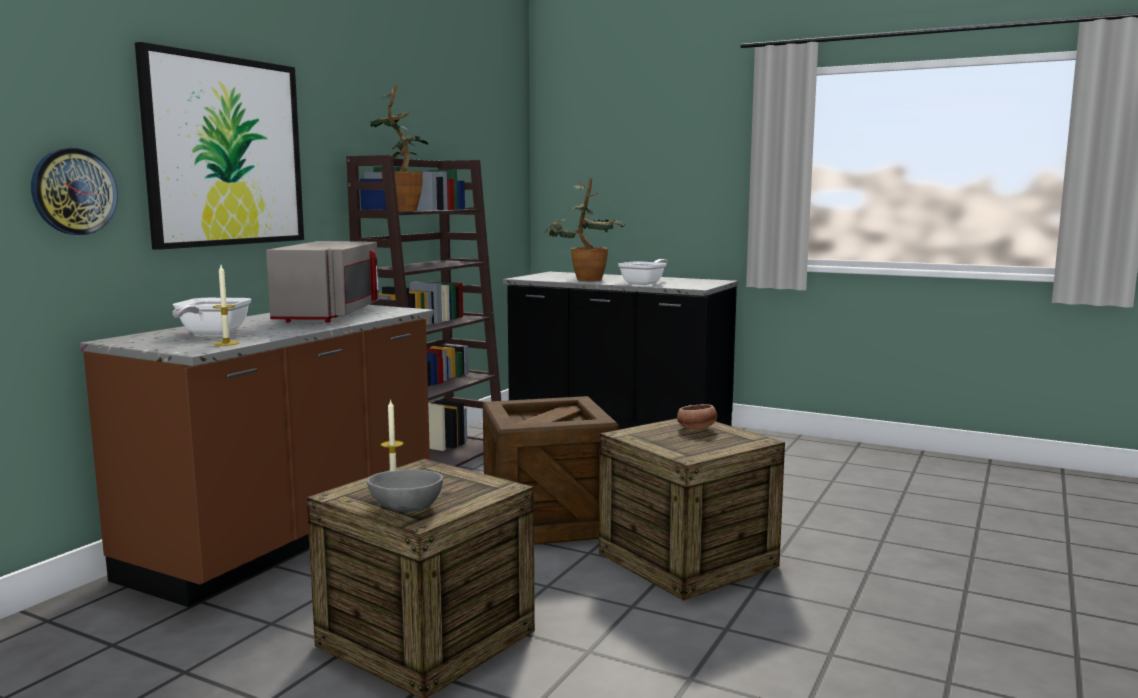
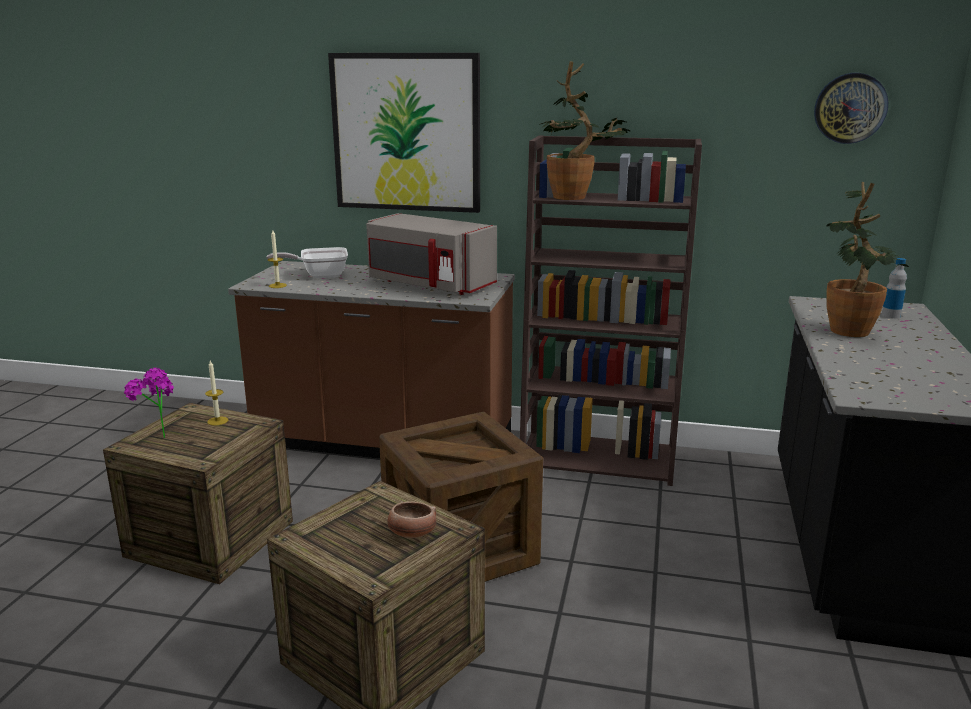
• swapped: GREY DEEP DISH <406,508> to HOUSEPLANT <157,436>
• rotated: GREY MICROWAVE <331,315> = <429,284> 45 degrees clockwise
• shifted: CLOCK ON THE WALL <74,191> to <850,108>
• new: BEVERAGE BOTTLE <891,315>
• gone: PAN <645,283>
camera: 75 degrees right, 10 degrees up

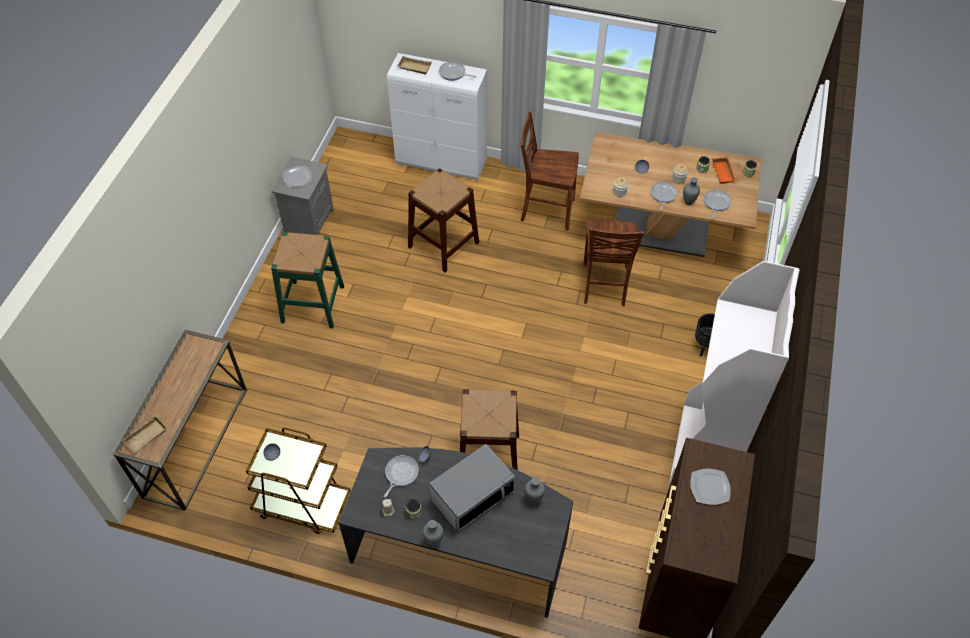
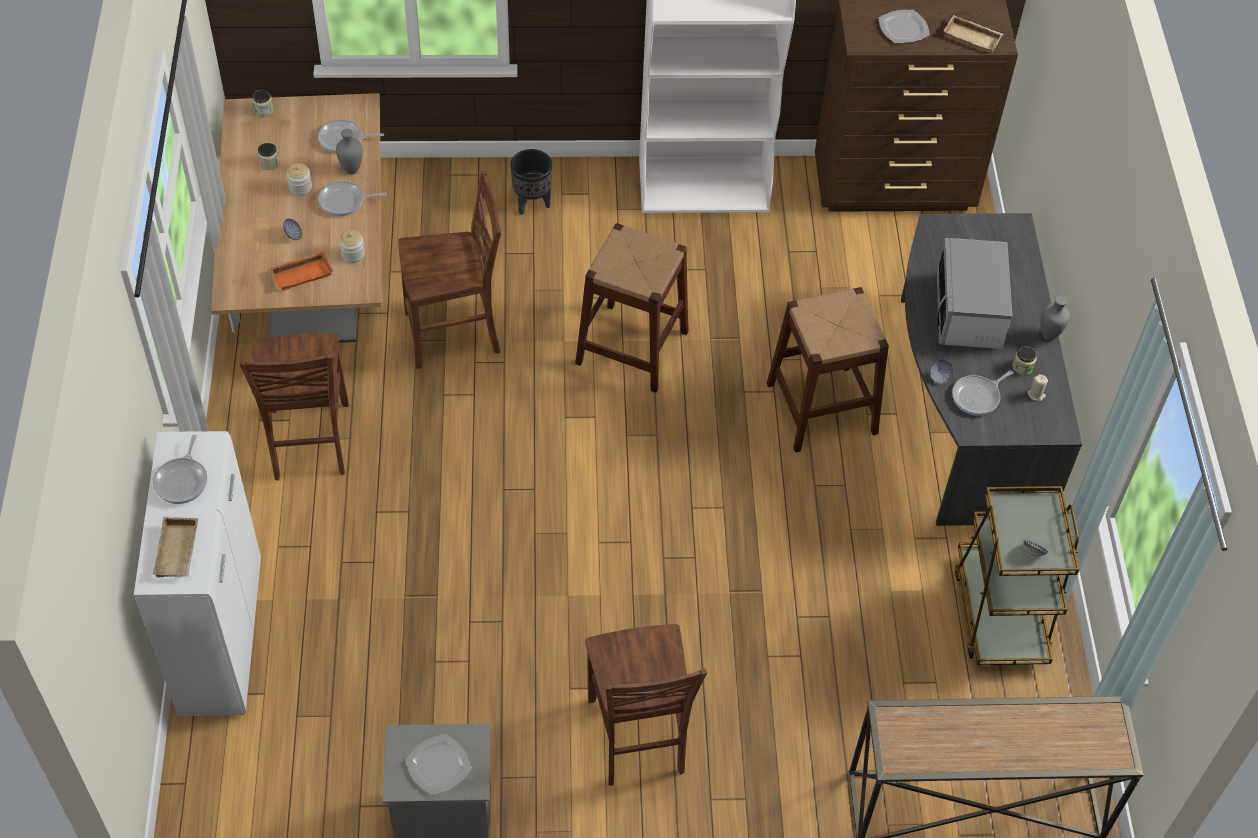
• shifted: ORANGEY SERVING TRAY <724,172> to <302,273>
• shifted: BROWNISH STOOL <443,244> to <632,347>
• swapped: GREENISH STOOL <312,304> to BROWNISH UPRIGHT CHAIR <637,737>
• rotated: MICROWAVE <472,497> = <969,312> 120 degrees counterclockwise
• shifted: SAND-COLOURED SERVING TRAY <146,437> to <973,37>
• rotated: PAN <400,474> = <978,397> 45 degrees counterclockwise
• gone: GREY DECORATIVE VASE <533,498>
camera: 110 degrees left, 0 degrees up

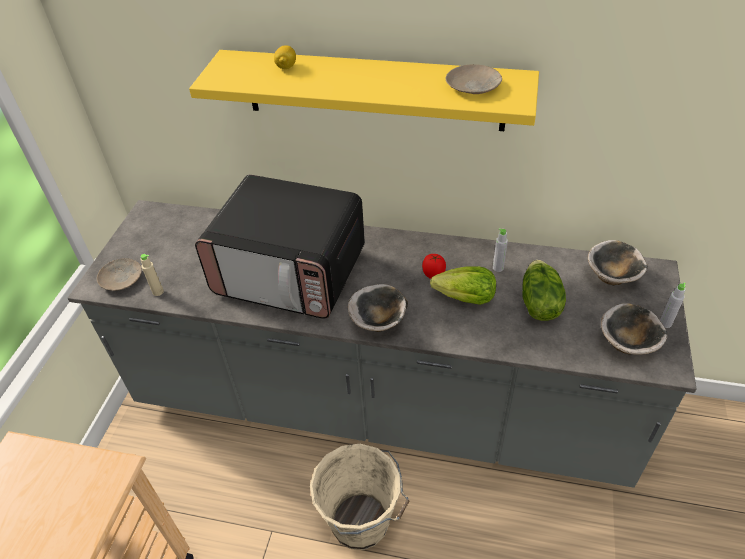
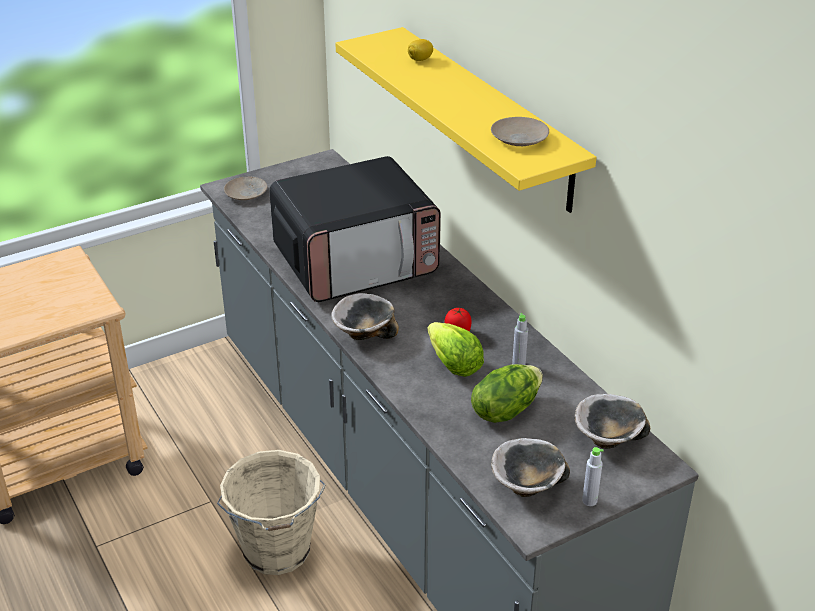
• rotated: MICROWAVE <291,273> = <357,262> 90 degrees counterclockwise
• gone: SAND-COLOURED BEVERAGE BOTTLE <158,292>
camera: 45 degrees right, 10 degrees down

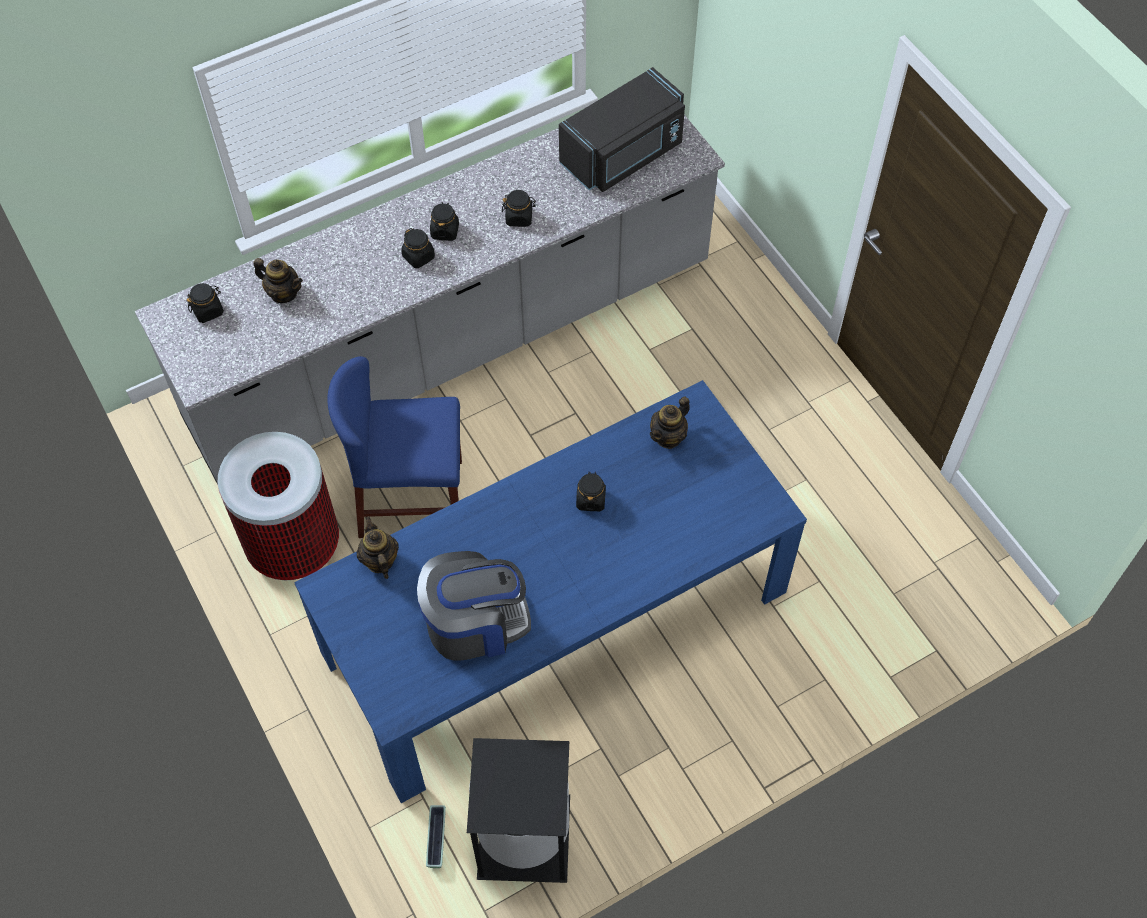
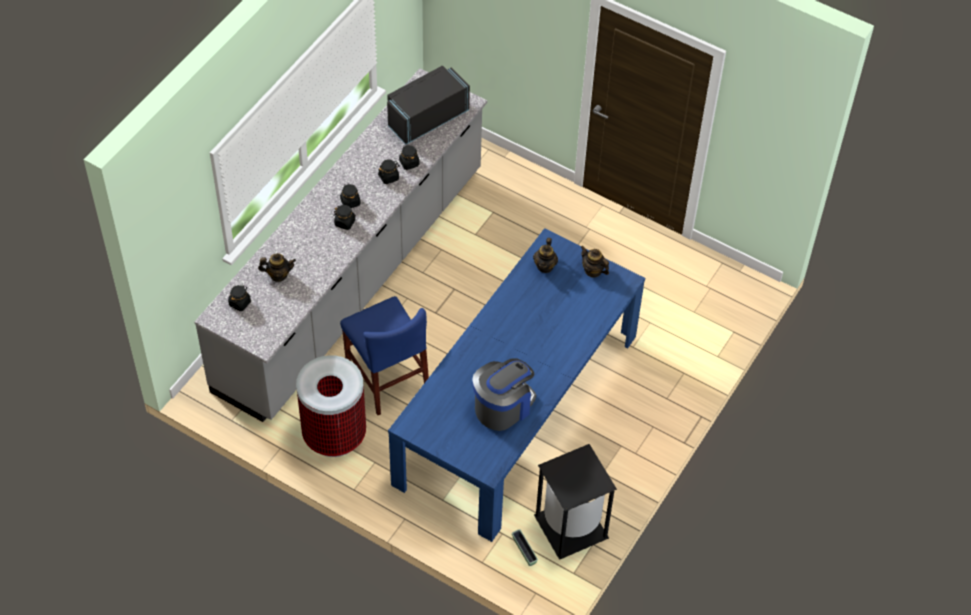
• rotated: BLUISH UPRIGHT CHAIR <411,497> = <387,378> 90 degrees counterclockwise
• rotated: BLACK-COLOURED MICROWAVE <624,154> = <426,117> 150 degrees counterclockwise
• shifted: BLACK-COLOURED STORAGE JAR <590,499> to <409,163>
• shifted: TEA POT <379,561> to <593,271>
camera: 30 degrees left, 5 degrees down

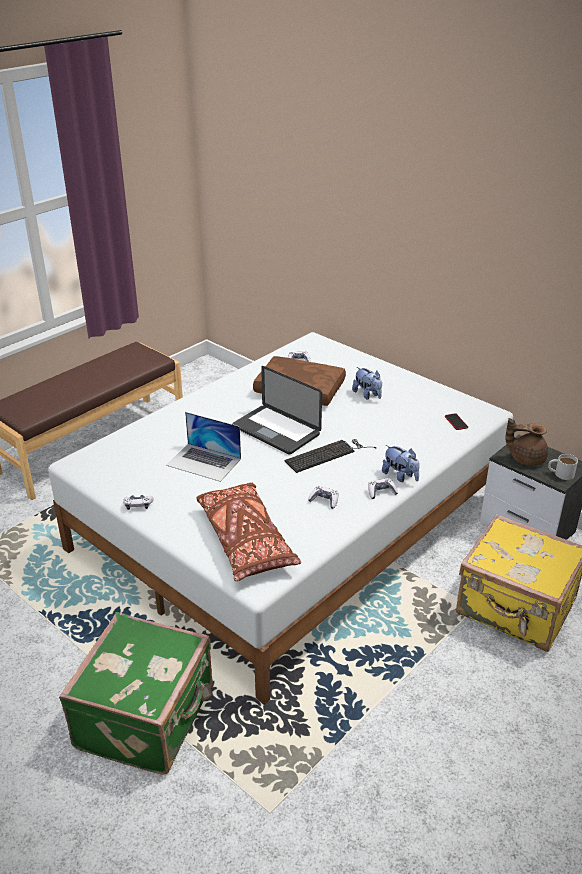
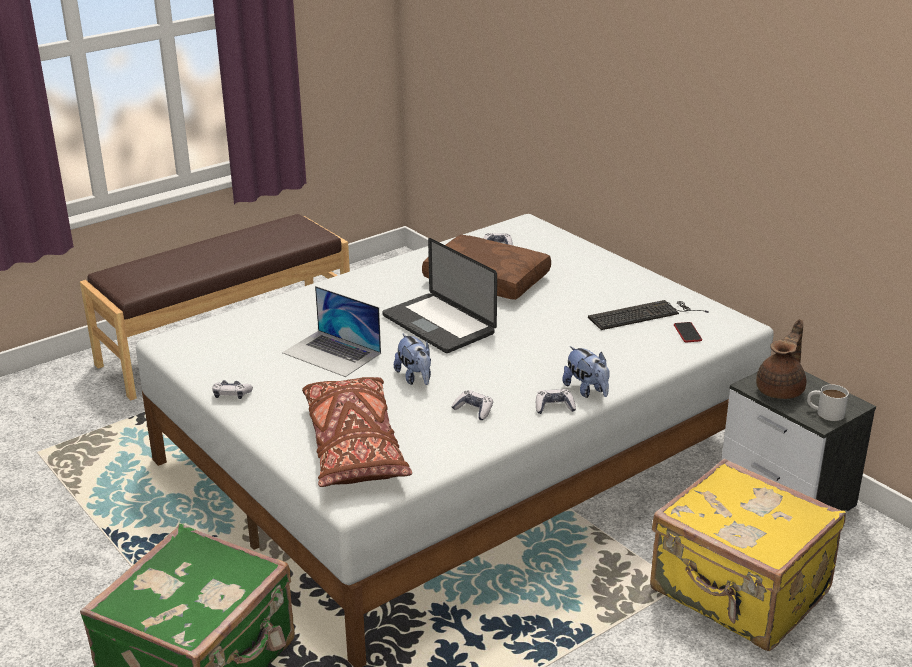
• shifted: SOFT TOY <367,395> to <415,378>
• shifted: COMPUTER KEYBOARD <328,454> to <644,315>
• rotated: BROWNISH TEA POT <526,458> = <781,390> 105 degrees clockwise
camera: 10 degrees right, 5 degrees down

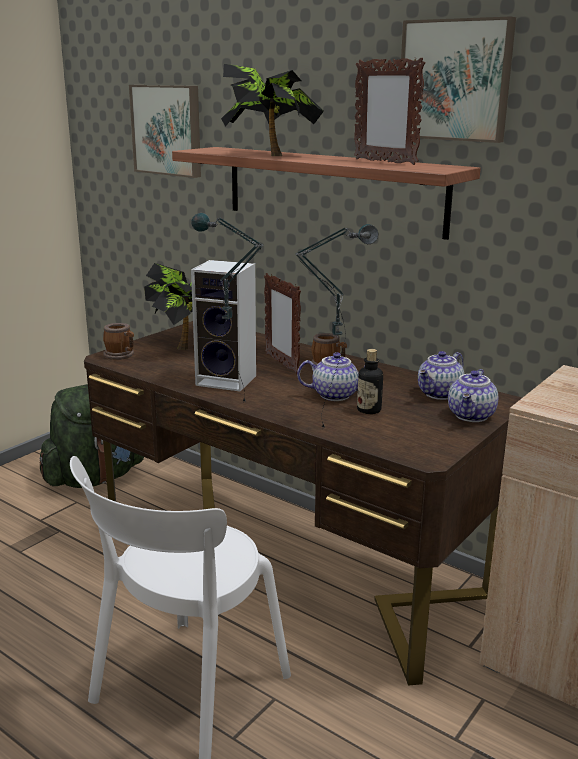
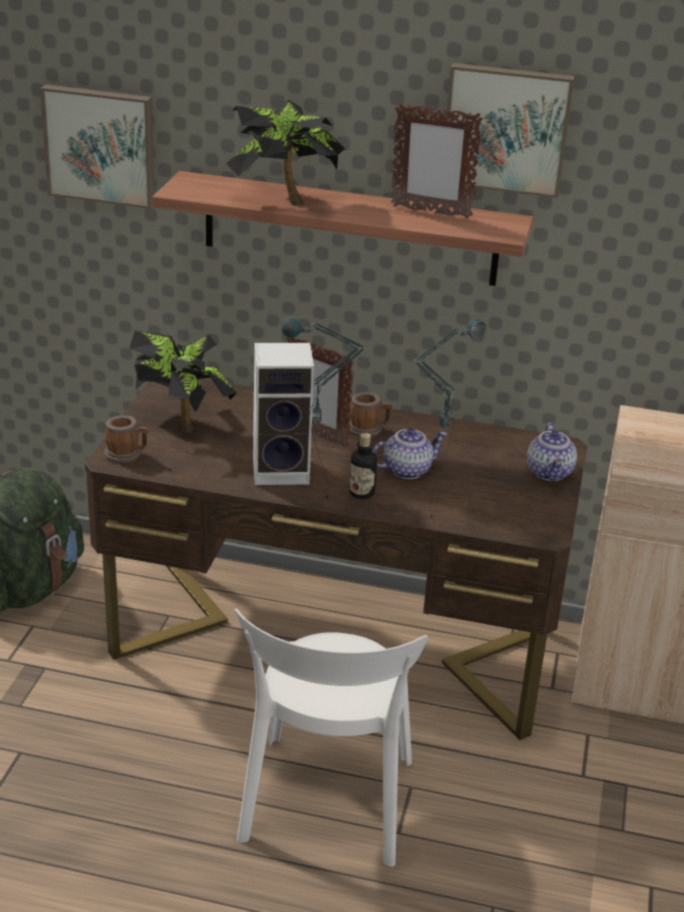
• shifted: BEVERAGE BOTTLE <369,410> to <361,493>
• gone: TEA POT <440,394>
camera: 25 degrees left, 10 degrees up

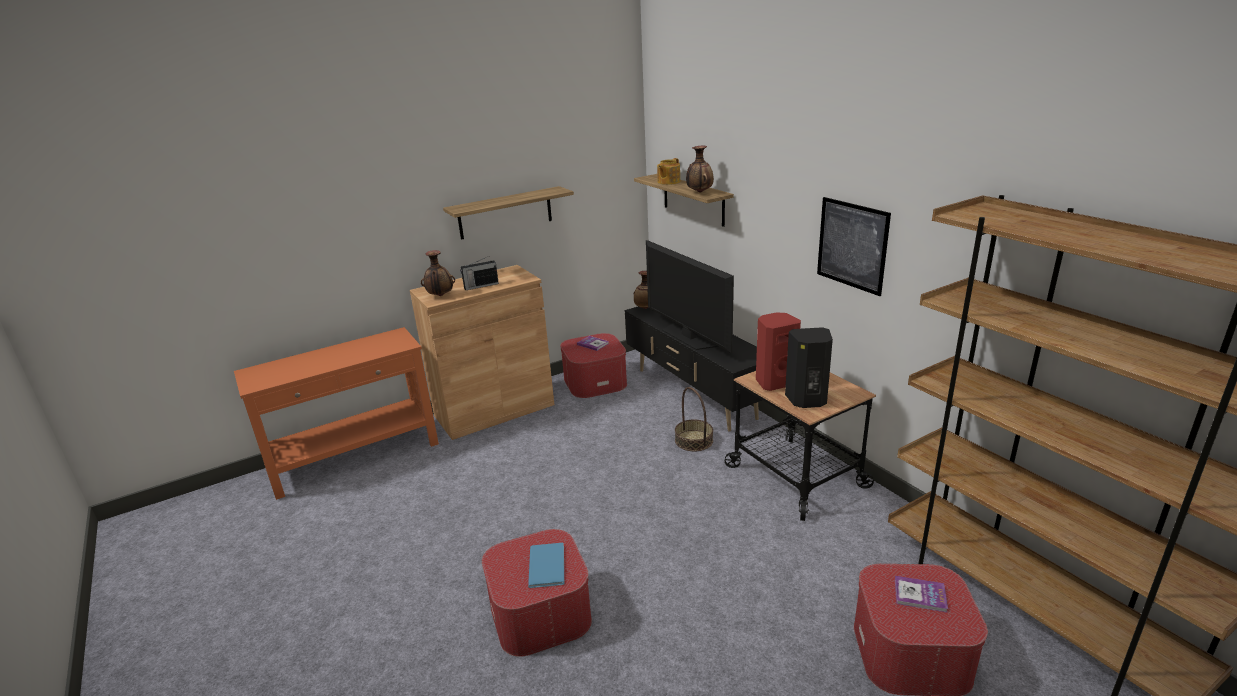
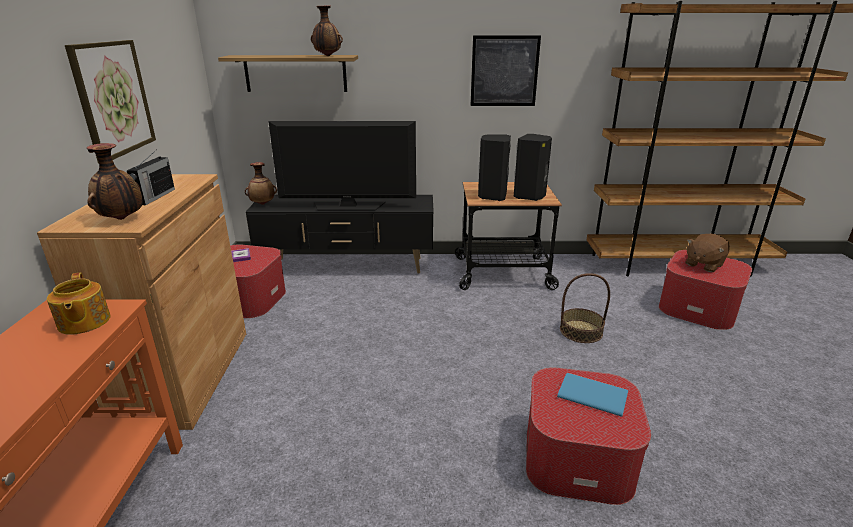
• shifted: TEA POT <668,182> to <83,322>
• swapped: WALL SHELF <505,213> to WALL ART <113,99>
• repainted: RED-COLOURED SPEAKER <774,382> to BLACK-COLOURED SPEAKER <492,196>
• shifted: STORAGE BASKET <694,440> to <581,331>
• swapped: VOLUME <920,595> to BROWNISH SOFT TOY <703,264>
camera: 60 degrees left, 0 degrees up

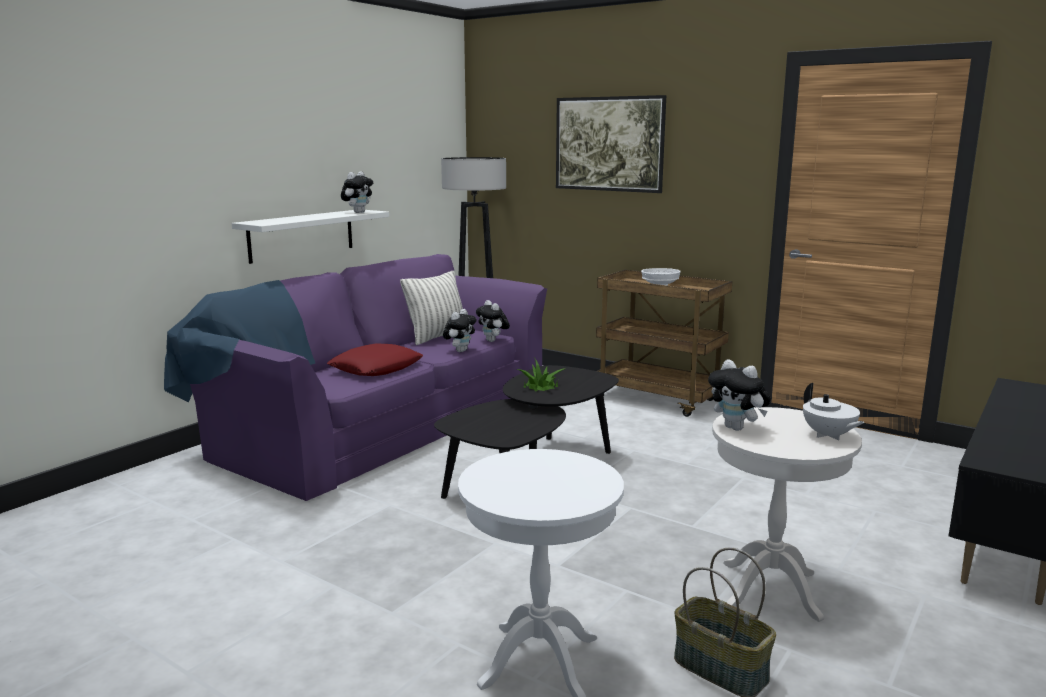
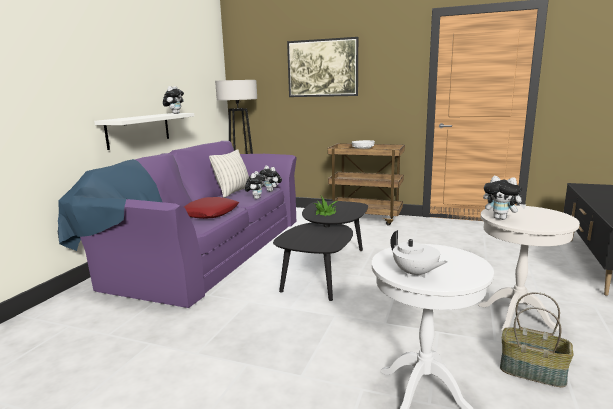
• shifted: WHITE TEA POT <828,435> to <415,274>
camera: 15 degrees left, 0 degrees up

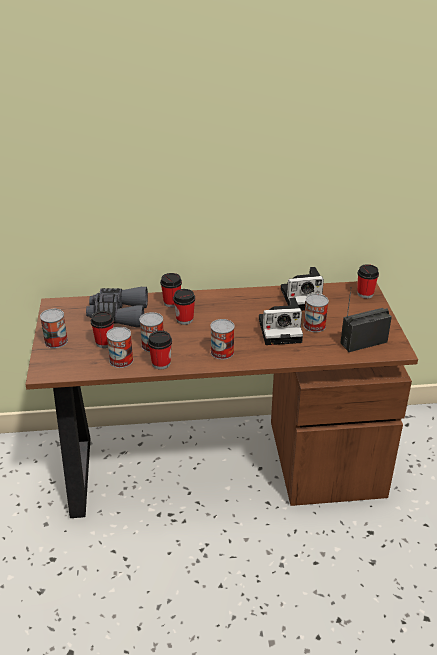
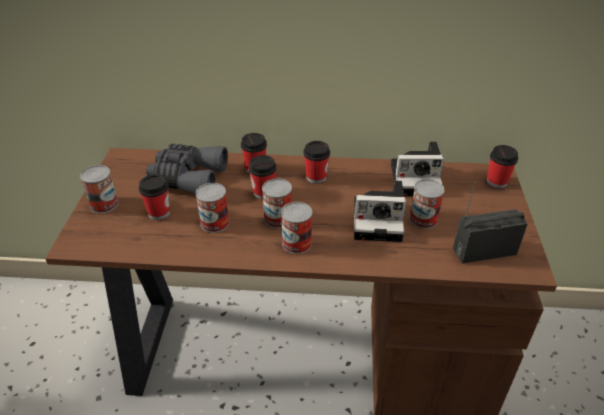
• shifted: METAL CAN <121,360> to <278,218>
• shifted: DRINKING CUP <161,363> to <316,177>
camera: 10 degrees right, 5 degrees up

